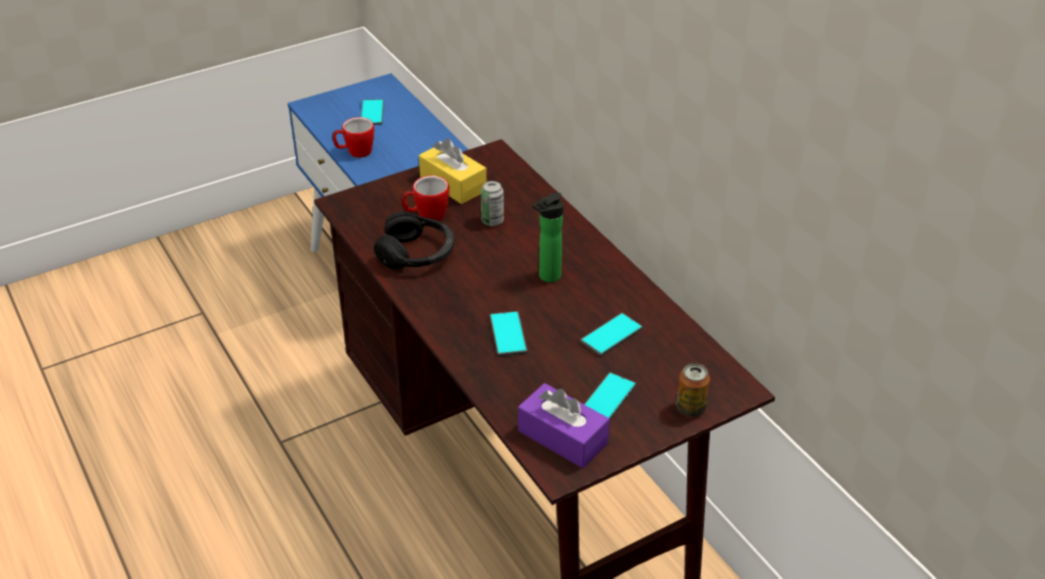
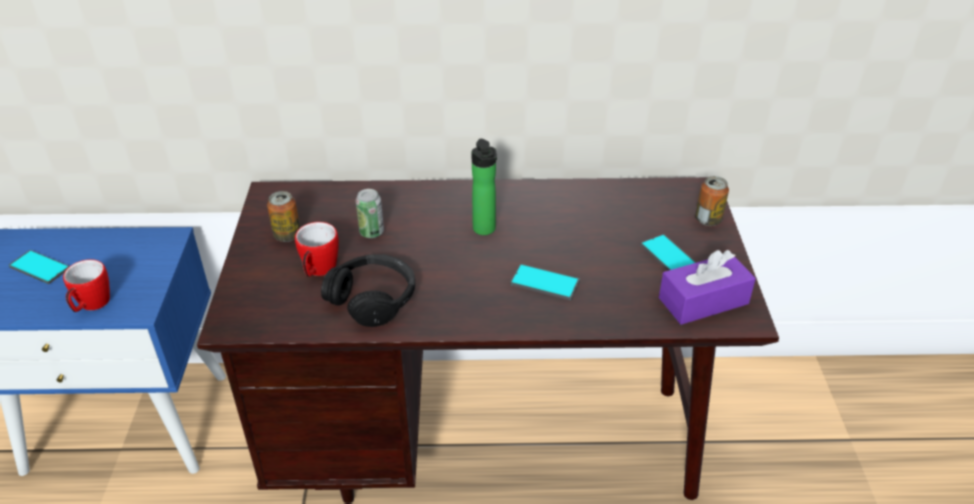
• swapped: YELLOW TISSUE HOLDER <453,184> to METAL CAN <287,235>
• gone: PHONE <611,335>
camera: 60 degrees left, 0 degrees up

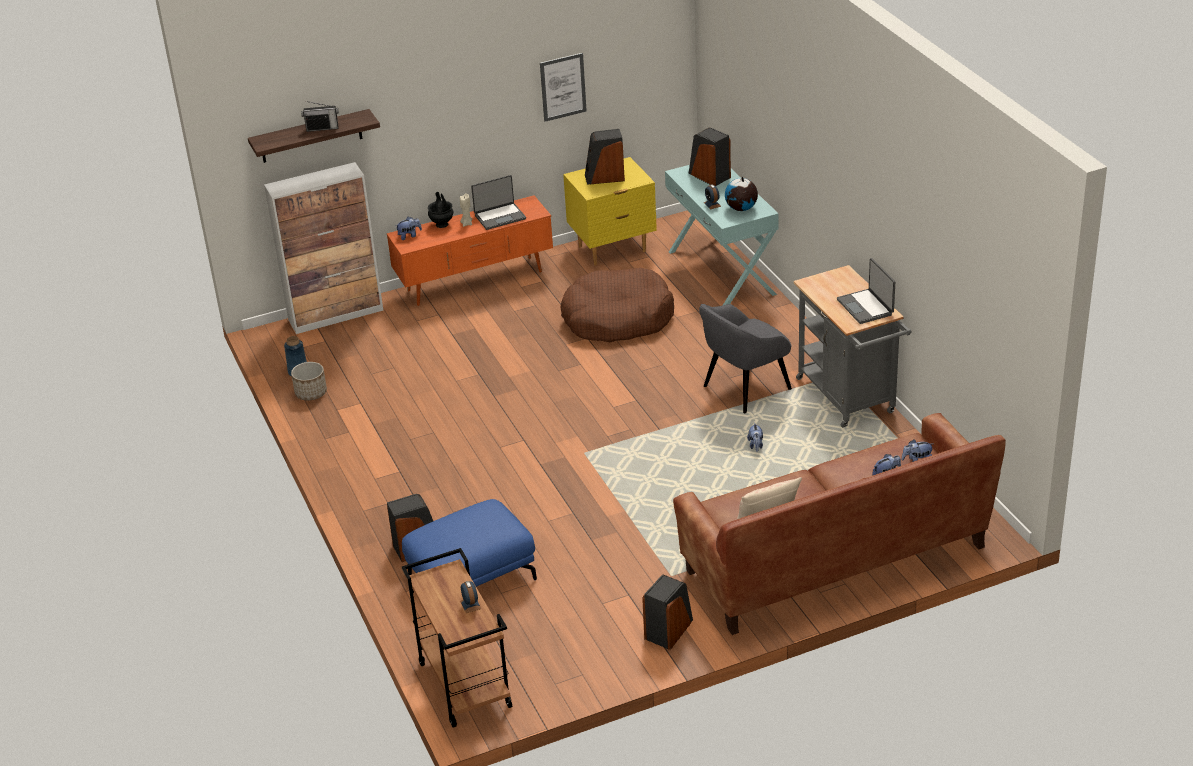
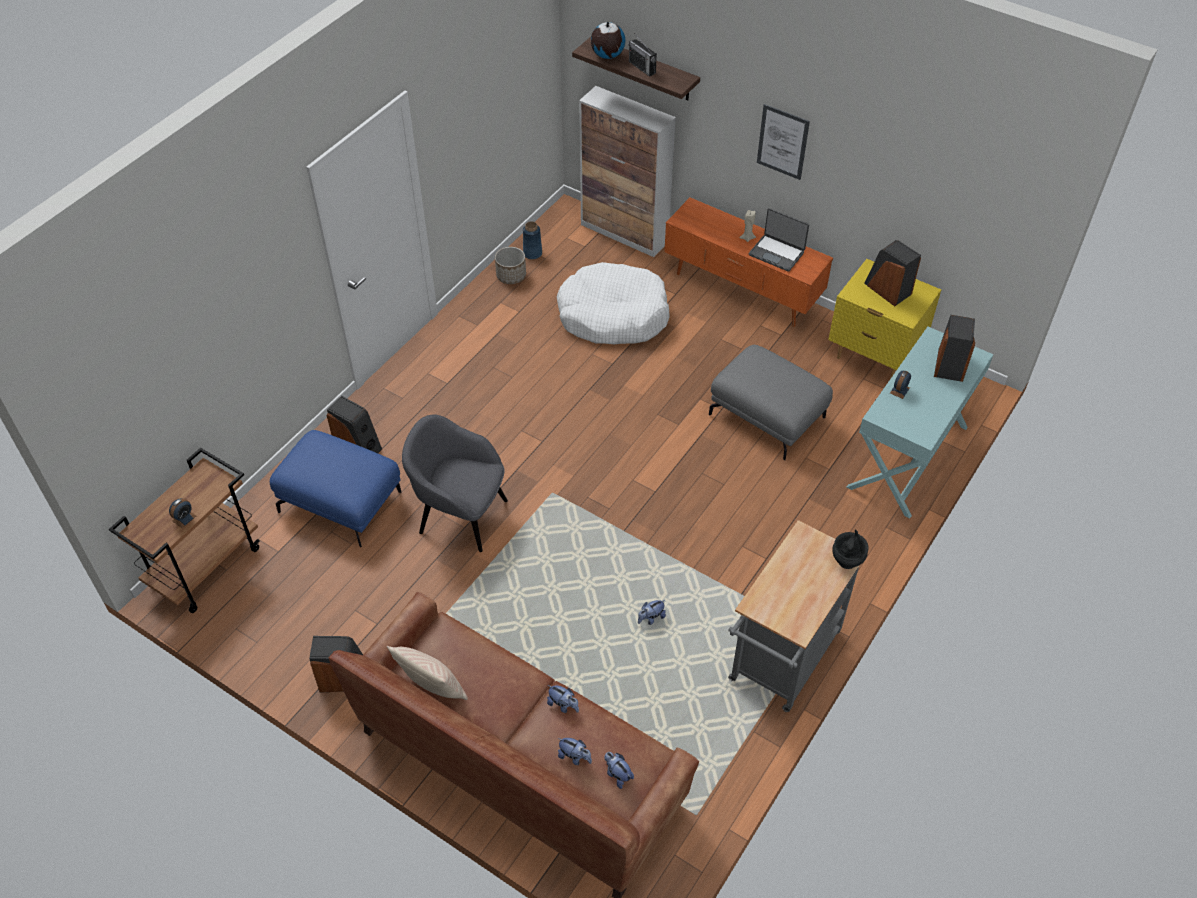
• shifted: GREY ARMCHAIR <745,388> to <461,515>
• shifted: SOFT TOY <409,236> to <563,705>
• new: WHITE DOG CUSHION <613,315>
• shifted: GLOBE <741,209> to <607,55>
• swapped: BROWNISH DOG CUSHION <617,318> to GREY POUFFE <768,415>
• shifted: WALL ART <563,87> to <782,142>
• shifted: BLACK-COLOURED DECORATIVE VASE <442,224> to <847,562>
• gone: LAPTOP <866,307>
camera: 55 degrees right, 15 degrees up

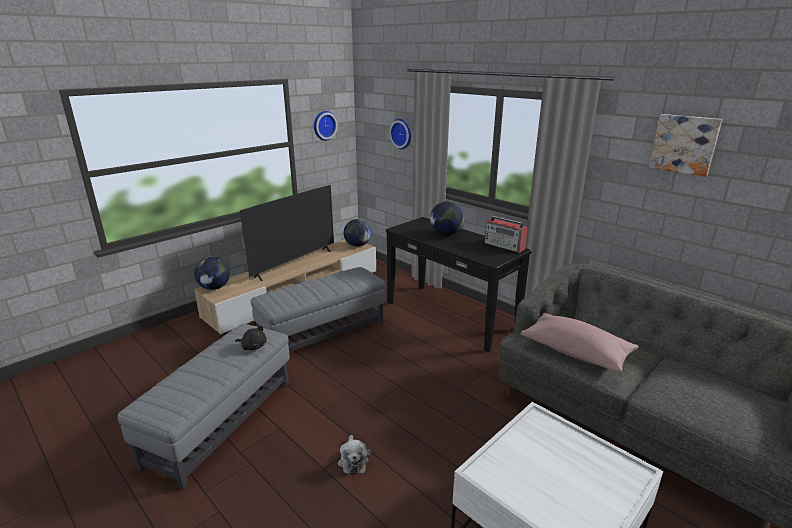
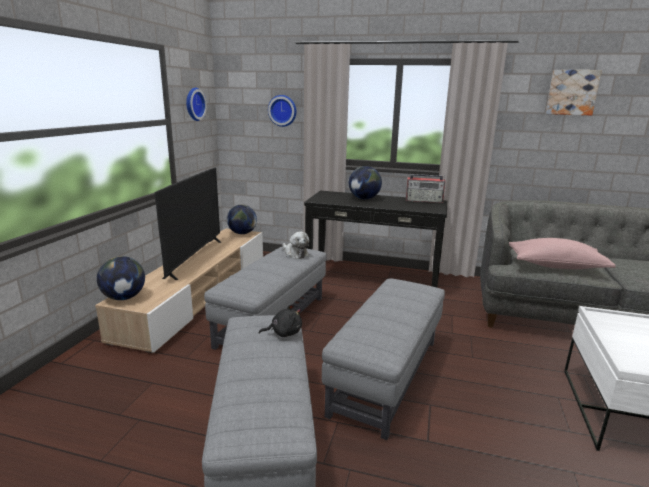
• shifted: SOFT TOY <353,460> to <295,254>
• new: GREY POUFFE <386,375>
camera: 30 degrees left, 5 degrees down

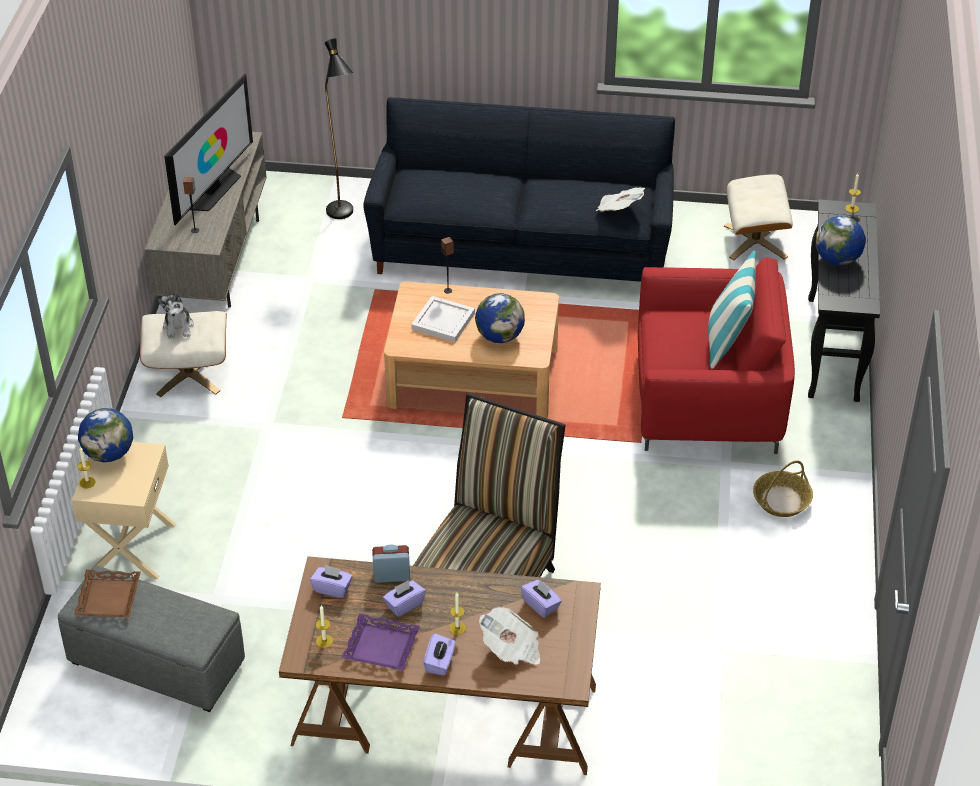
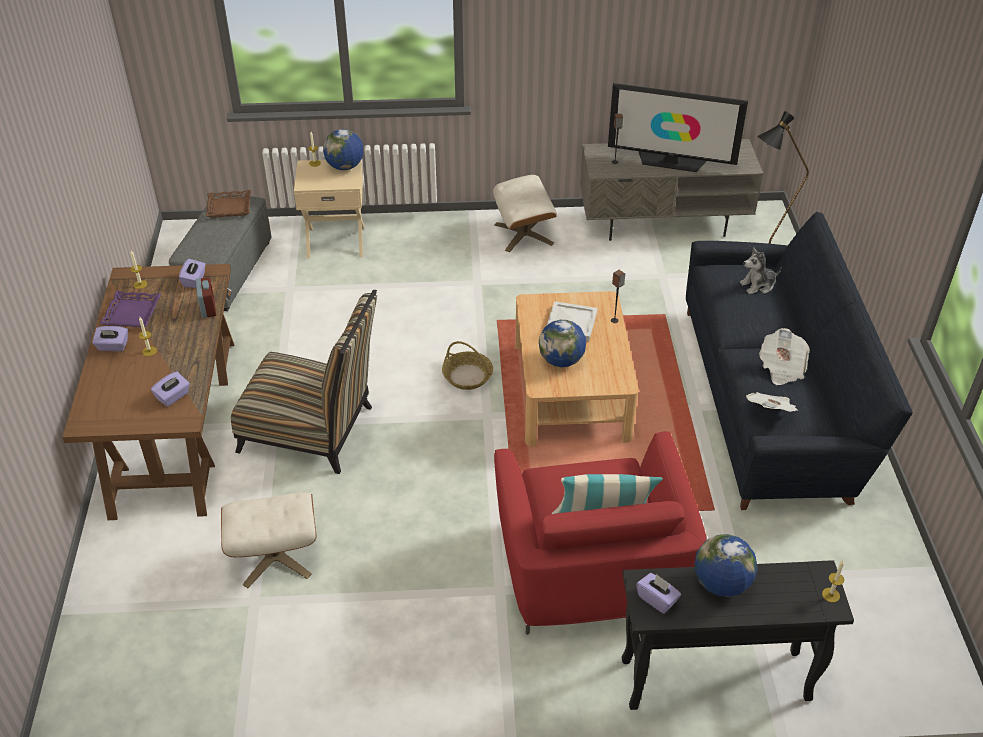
• shifted: SAND-COLOURED POUFFE <756,241> to <275,557>
• shifted: STORAGE BASKET <781,501> to <467,376>
• shifted: PURPLE-COLOURED TISSUE HOLDER <404,605> to <657,599>
• shifted: SOFT TOY <178,326> to <758,285>
• shifted: DAILY PAPER <511,649> to <781,368>
camera: 80 degrees right, 0 degrees up

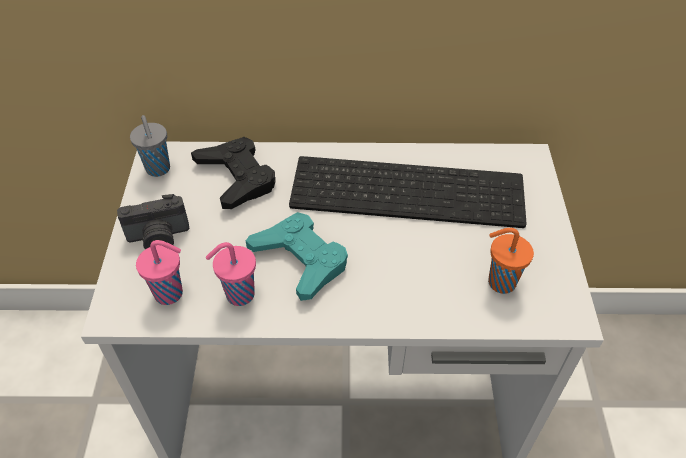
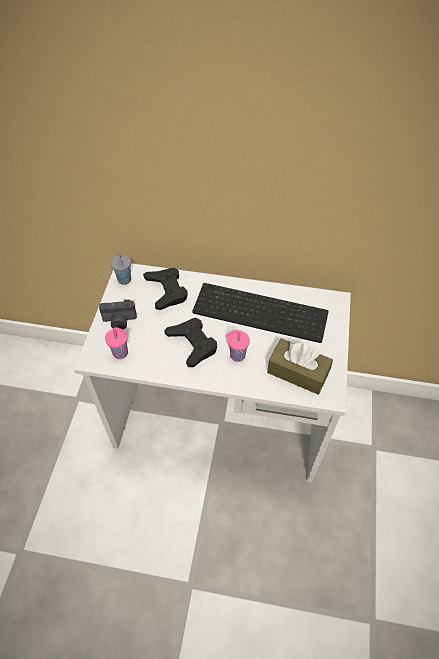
• repainted: TURQUOISE-COLOURED GAMEPAD <300,259> to BLACK-COLOURED GAMEPAD <192,344>
• shifted: PINK DRINKING CUP <238,295> to <236,355>
• swapped: ORANGEY DRINKING CUP <499,282> to BROWNISH TISSUE HOLDER <298,372>
camera: 10 degrees right, 5 degrees up

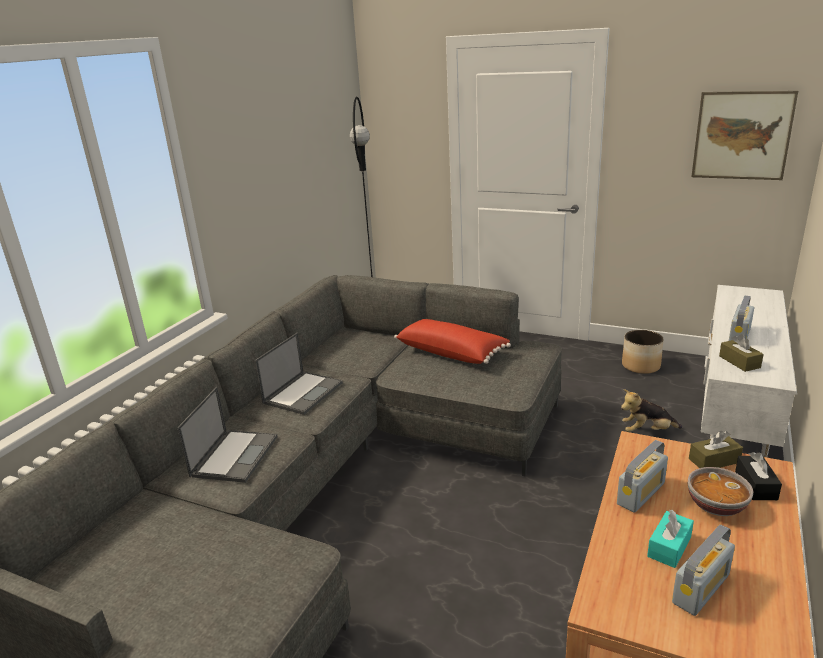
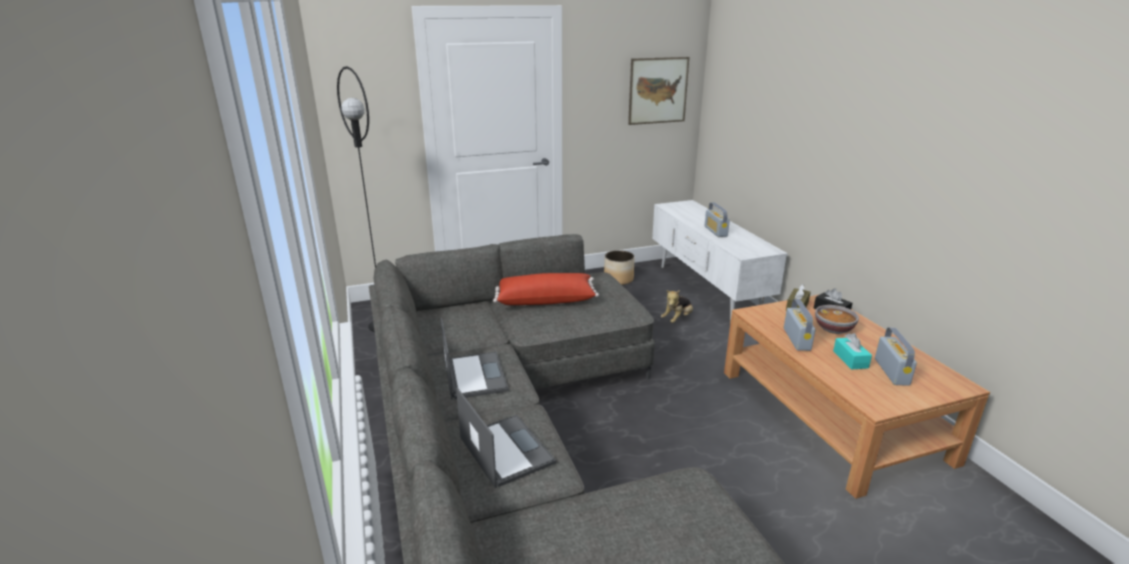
• gone: BROWNISH TISSUE HOLDER <739,362>
camera: 45 degrees left, 0 degrees up

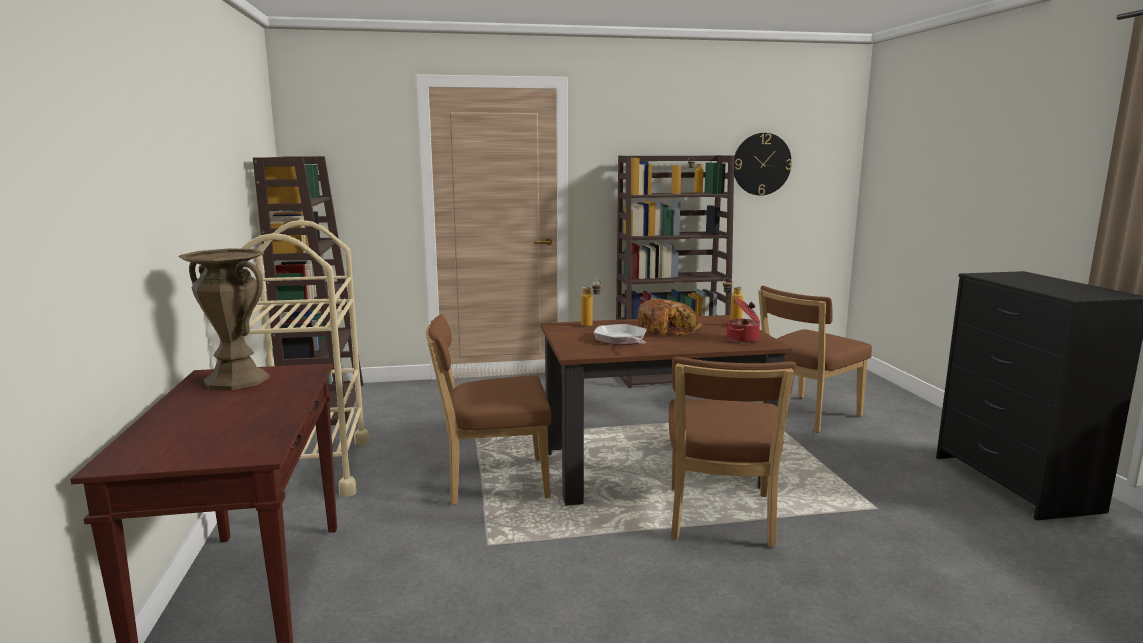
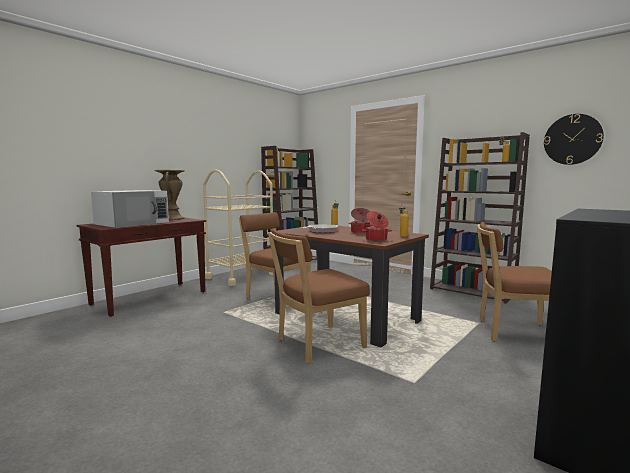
• new: WHITE MICROWAVE <133,223>
• swapped: BREAD <667,329> to STOCKPOT <360,232>
camera: 50 degrees right, 5 degrees down

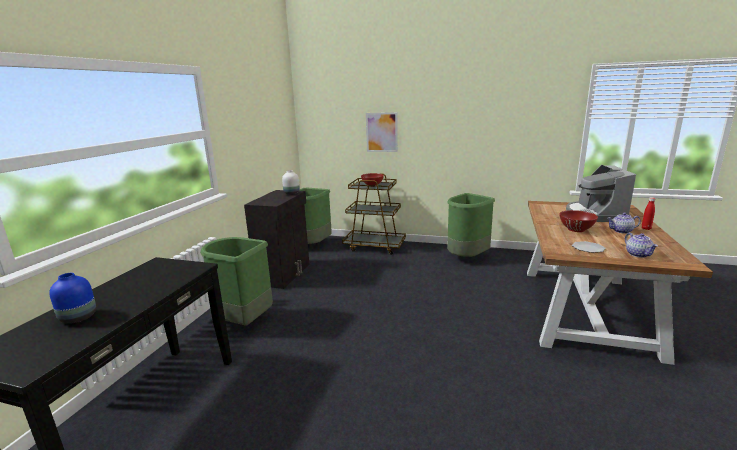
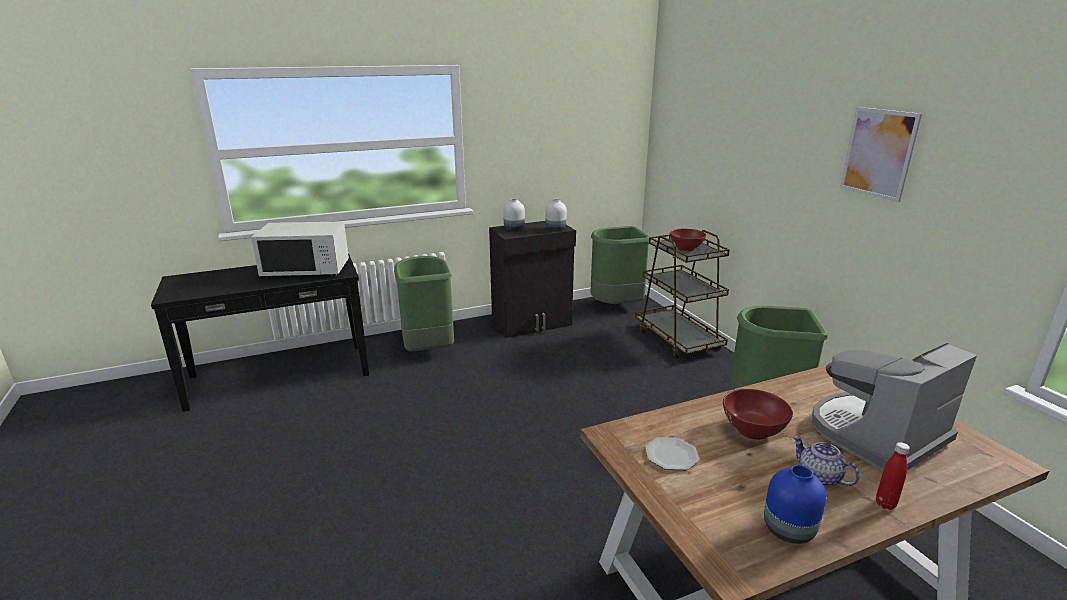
• new: WHITE MICROWAVE <306,270>
• new: WHITE DECORATIVE VASE <513,228>
• shifted: BLUISH DECORATIVE VASE <77,317> to <787,529>
• shifted: WALL ART <381,132> to <878,153>
• gone: TEA POT <638,254>
camera: 50 degrees right, 5 degrees up

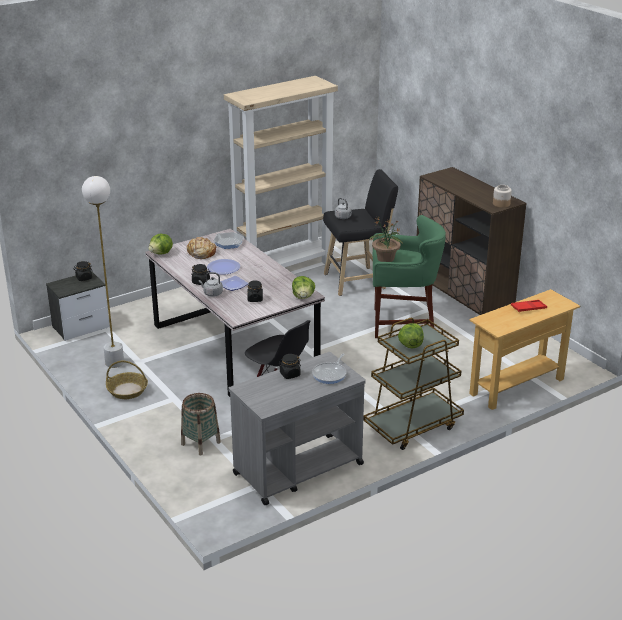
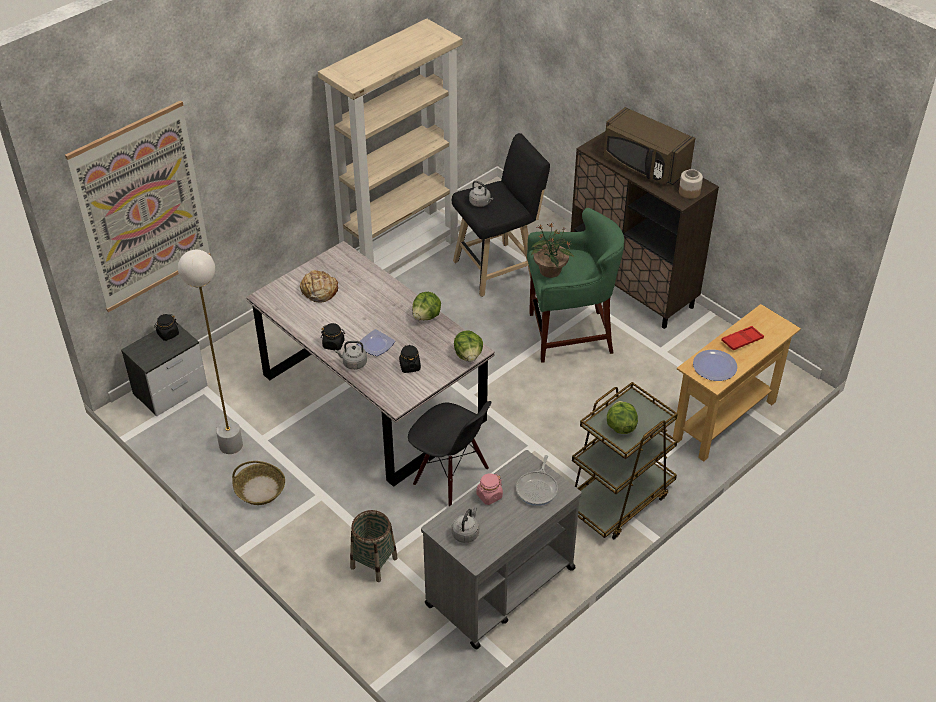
• new: WALL ART <142,208>
• shifted: HEAD OF LETTUCE <161,253> to <426,316>
• new: GREY KETTLE <466,533>
• repainted: BLACK-COLOURED STORAGE JAR <290,374> to PINK STORAGE JAR <489,496>
• new: BROWNISH MICROWAVE <644,165>
• shifted: DINNER PLATE <223,268> to <714,366>
• gone: PAN <228,243>
camera: 10 degrees left, 15 degrees up

